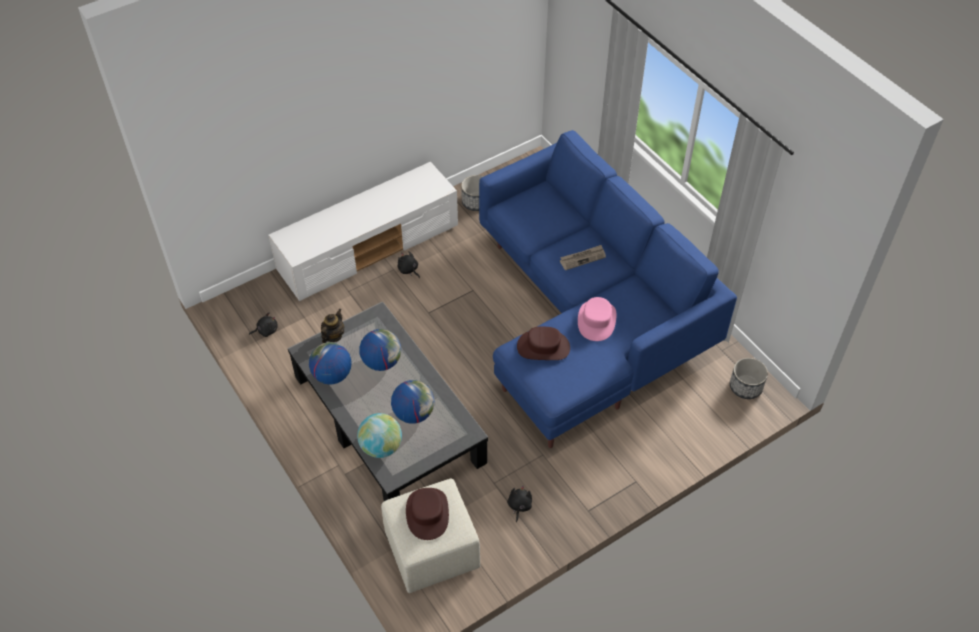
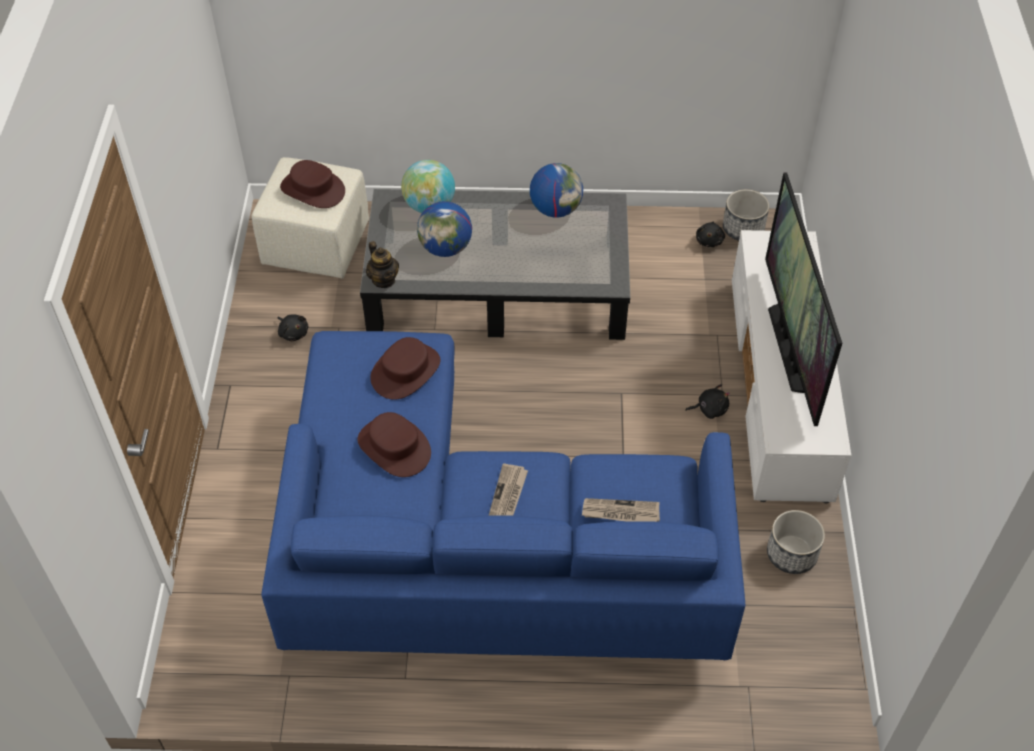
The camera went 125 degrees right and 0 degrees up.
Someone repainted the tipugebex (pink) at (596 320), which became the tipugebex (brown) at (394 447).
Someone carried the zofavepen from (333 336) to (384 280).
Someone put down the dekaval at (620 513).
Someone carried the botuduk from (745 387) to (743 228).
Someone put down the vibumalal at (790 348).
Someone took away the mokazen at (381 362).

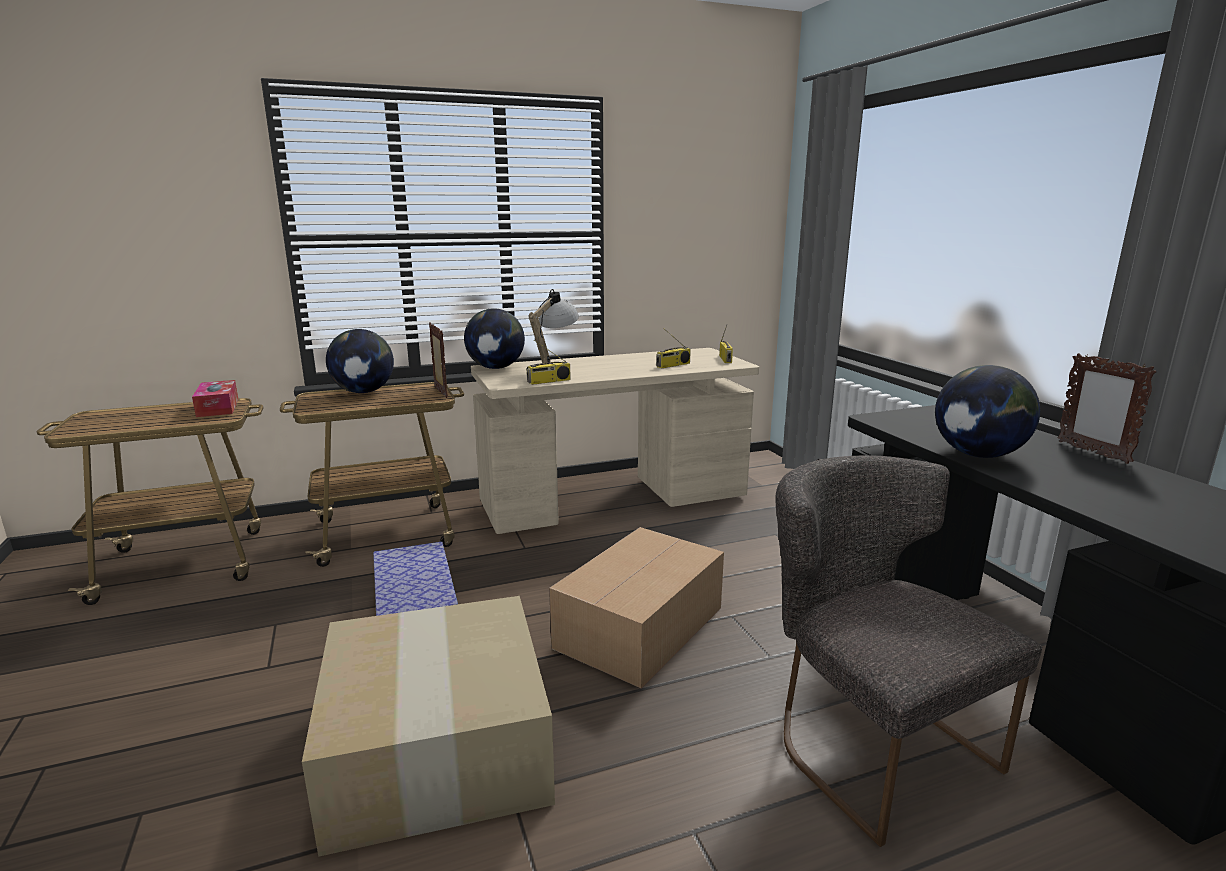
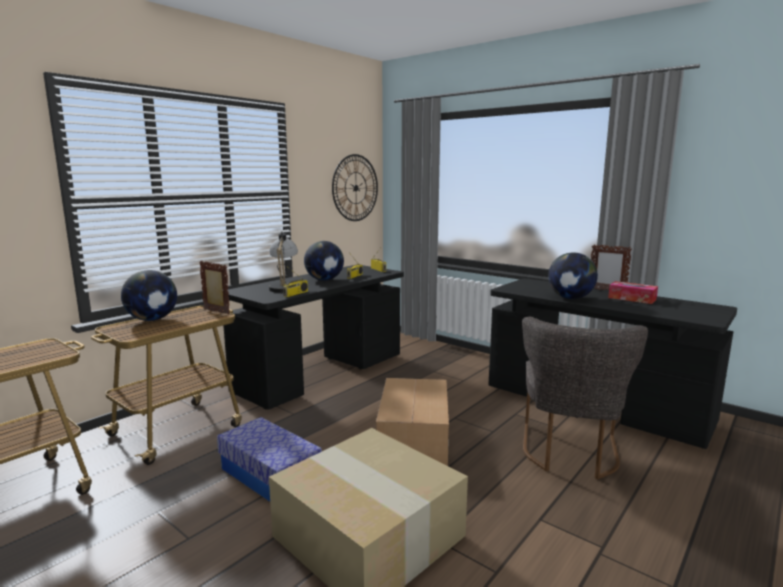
The camera went 30 degrees left and 5 degrees down.
Someone repainted the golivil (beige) at (614 501), which became the golivil (black) at (322 374).
Someone carried the mokazen from (496 368) to (324 280).
Someone put up the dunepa at (355 188).
Someone rotated the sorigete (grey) at (867 741) by 105 degrees counterclockwise.
Someone carried the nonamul from (218 407) to (632 298).

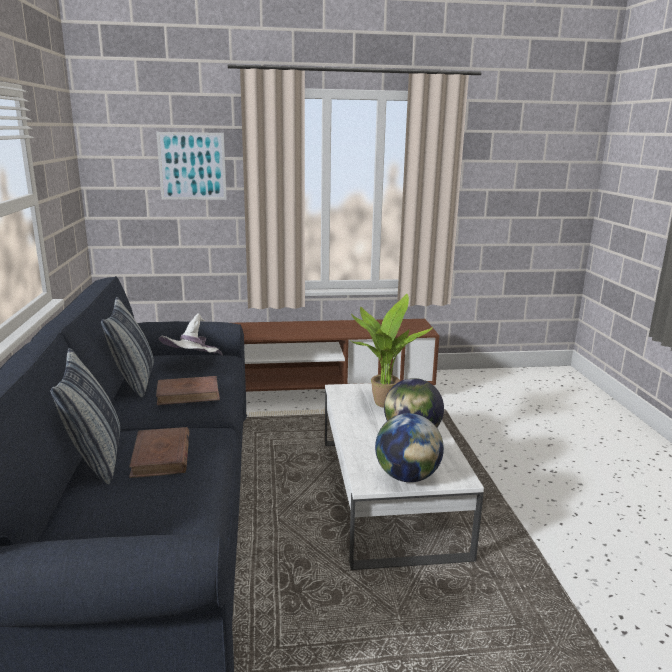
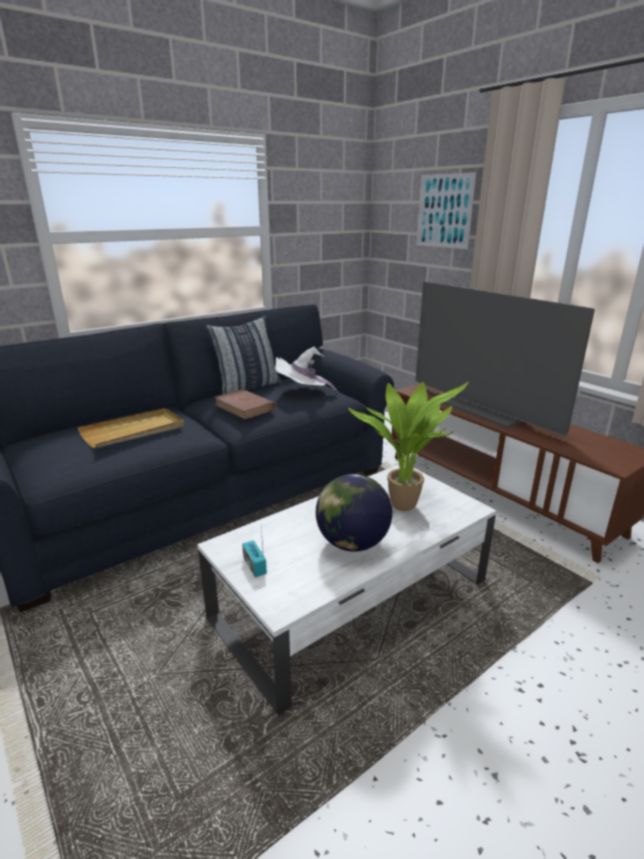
The camera went 60 degrees right and 5 degrees up.
Someone swapped the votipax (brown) at (161 456) for the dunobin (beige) at (134 431).
Someone swapped the mokazen at (407 476) for the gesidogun at (254 566).
Someone put down the vibumalal at (484 409).
Someone took away the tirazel at (96 458).

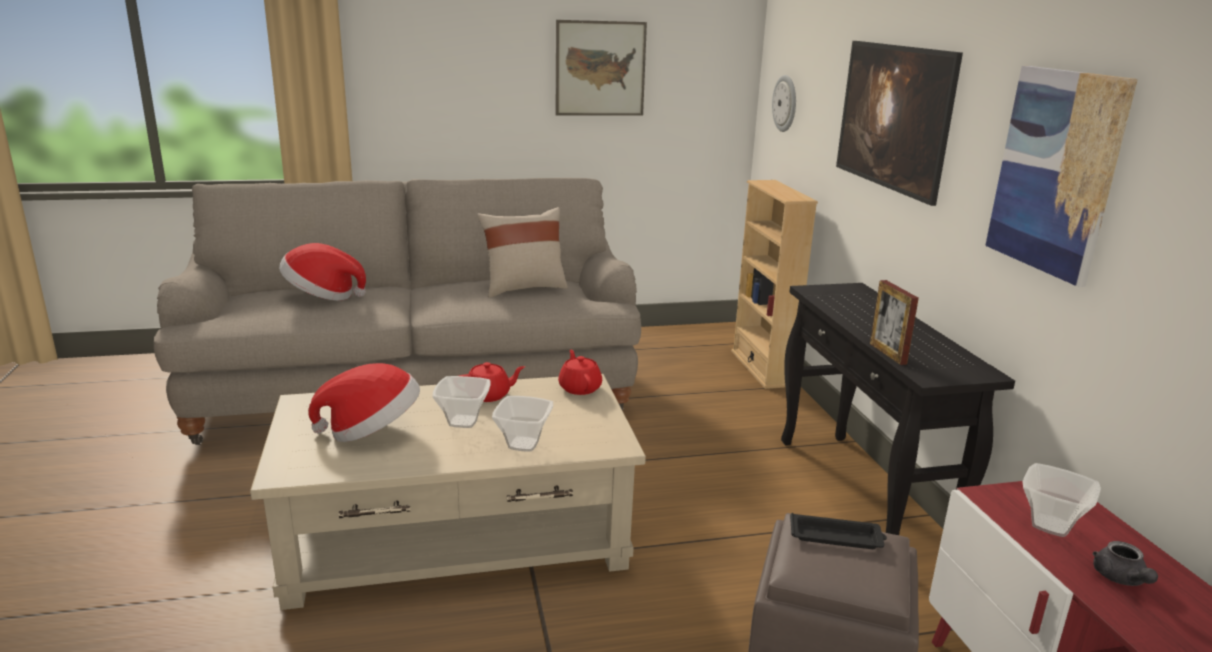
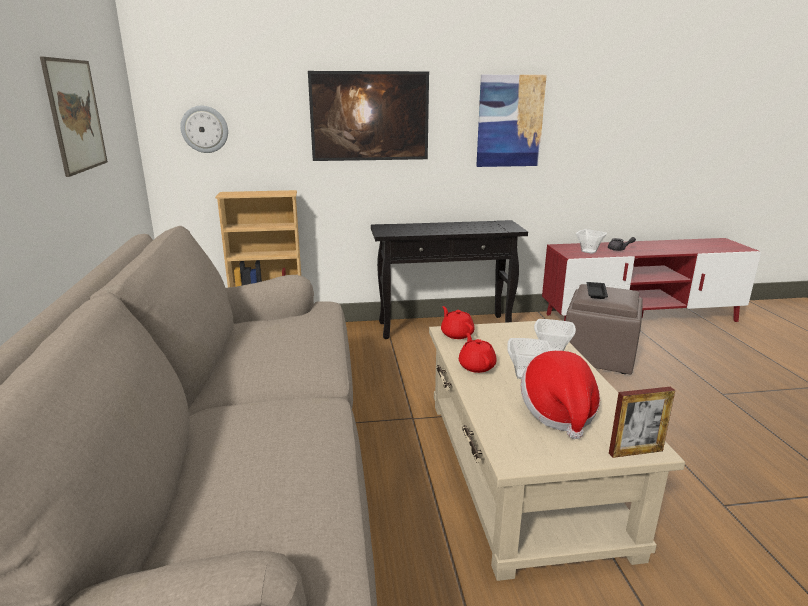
The camera went 85 degrees left and 0 degrees up.
Someone rotated the zofavepen (red) at (580 388) by 75 degrees clockwise.
Someone carried the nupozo from (887 353) to (635 452).
Someone took away the tipugebex at (322 296).
Someone took away the tirazel (beige) at (523 288).

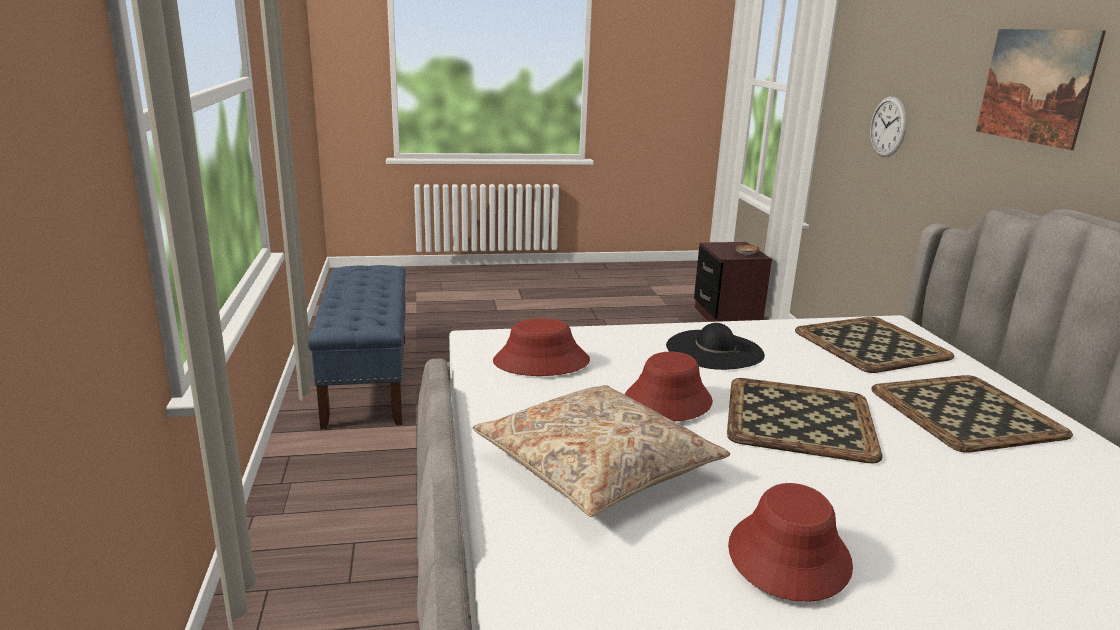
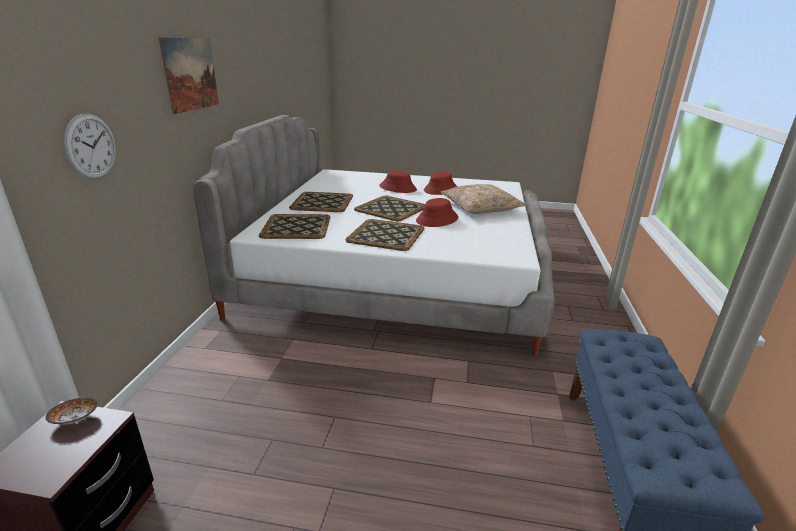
The camera went 160 degrees left and 5 degrees up.
Someone swapped the tipugebex (black) at (714 350) for the dunobin at (386 235).
Someone carried the tipugebex (red) from (541 362) to (398 188).

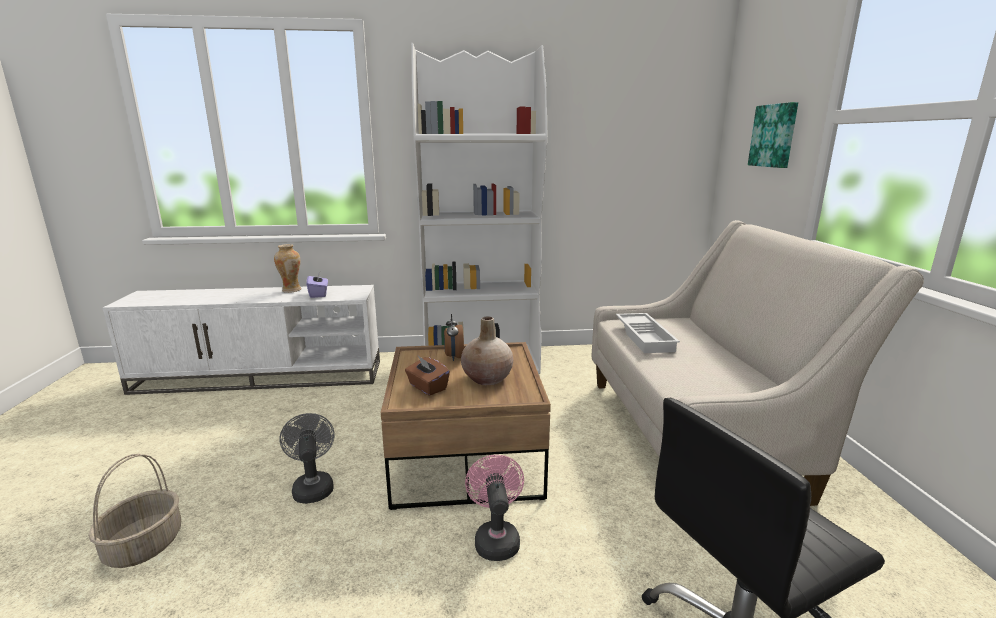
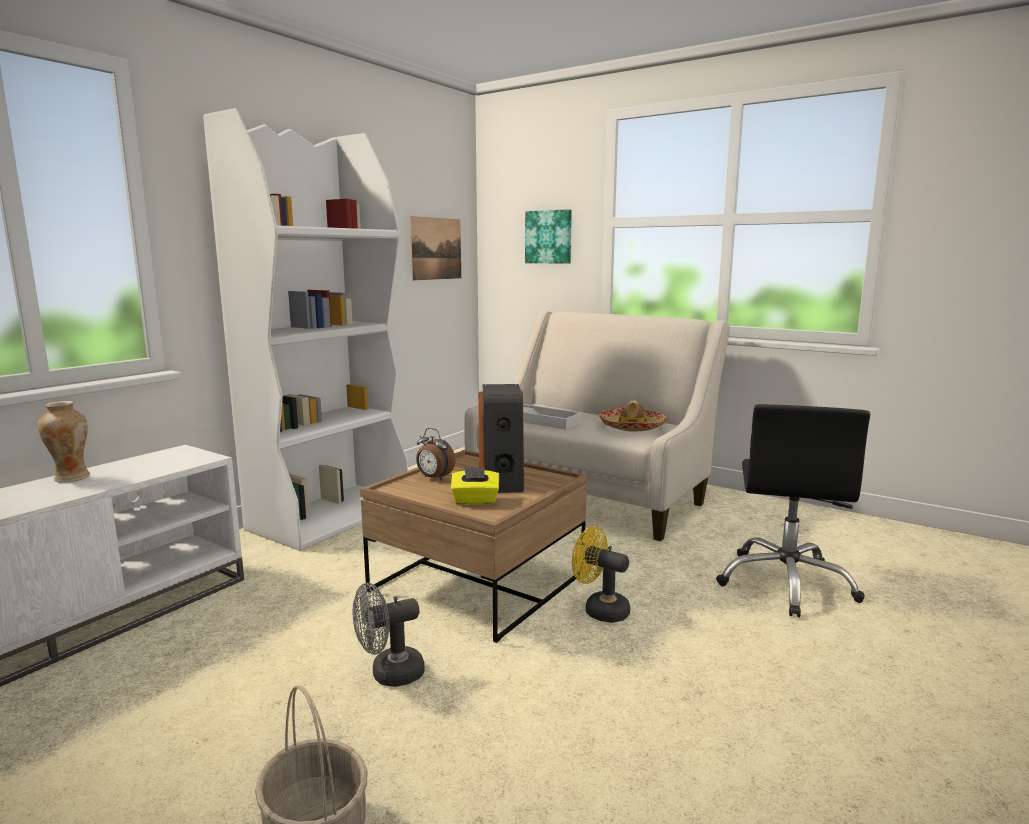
The camera went 50 degrees left and 5 degrees down.
Someone rotated the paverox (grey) at (312 487) by 45 degrees counterclockwise.
Someone put up the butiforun at (436 248).
Someone repainted the nonamul (brown) at (427 387), which became the nonamul (yellow) at (475 501).
Someone swapped the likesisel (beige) at (487 378) for the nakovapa at (502 480).
Someone repainted the paverox (pink) at (496 538), which became the paverox (yellow) at (600 609).
Someone put down the tipugebex at (632 427).
Someone took away the nonamul (purple) at (319 294).

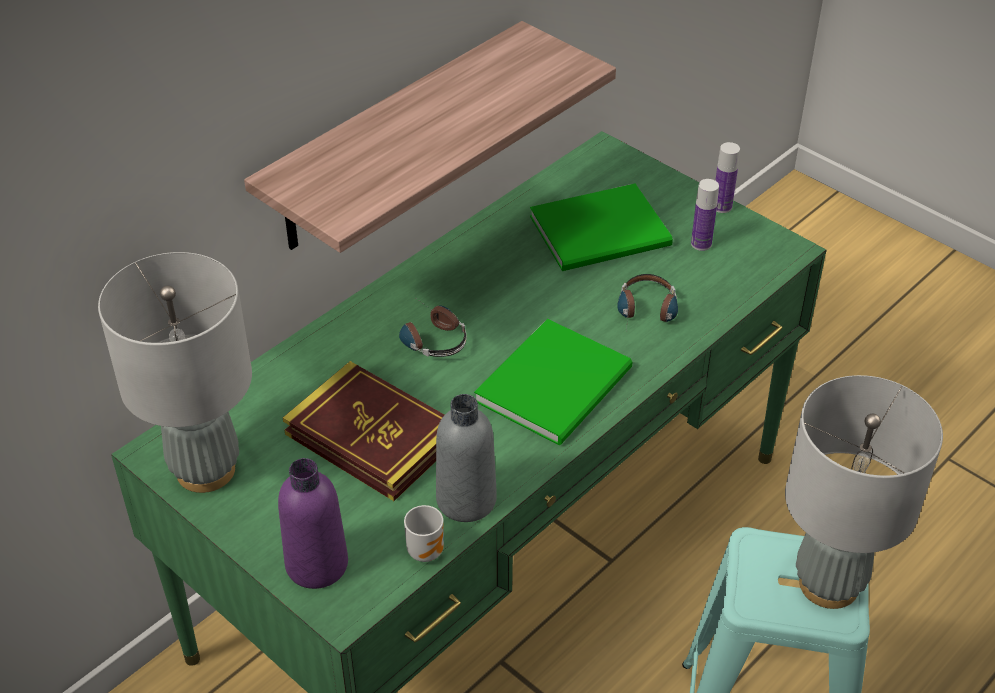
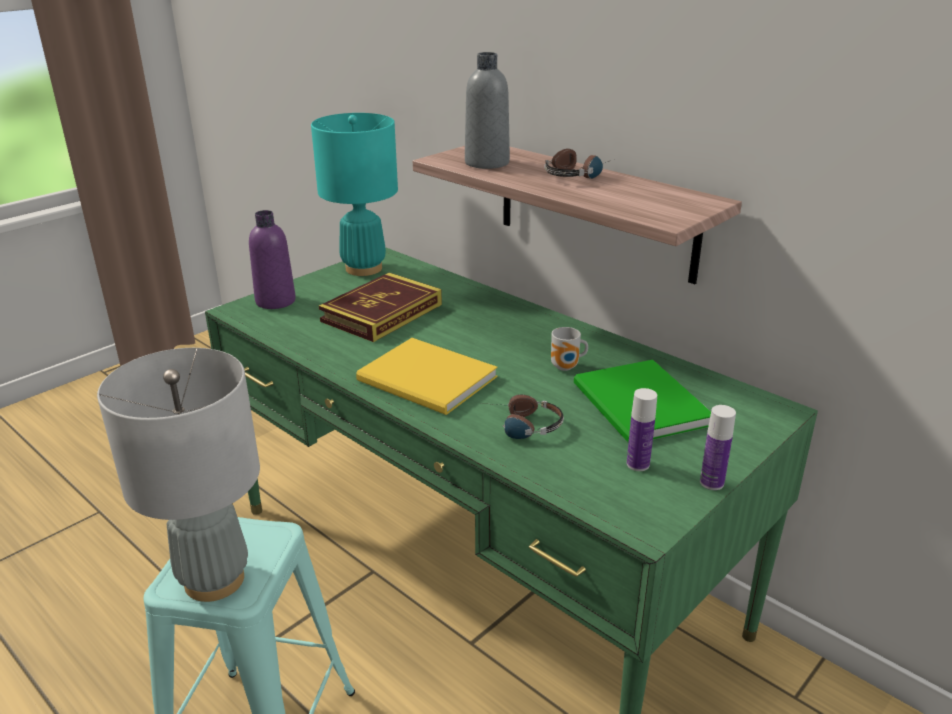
The camera went 90 degrees right and 15 degrees down.
Someone repainted the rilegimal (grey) at (206 470), which became the rilegimal (turquoise) at (363 268).
Someone repainted the votipax (green) at (559 384), which became the votipax (yellow) at (428 381).
Someone carried the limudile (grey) from (466 500) to (487 163).
Someone carried the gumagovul from (428 337) to (577 174).
Someone carried the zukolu from (427 550) to (566 367).

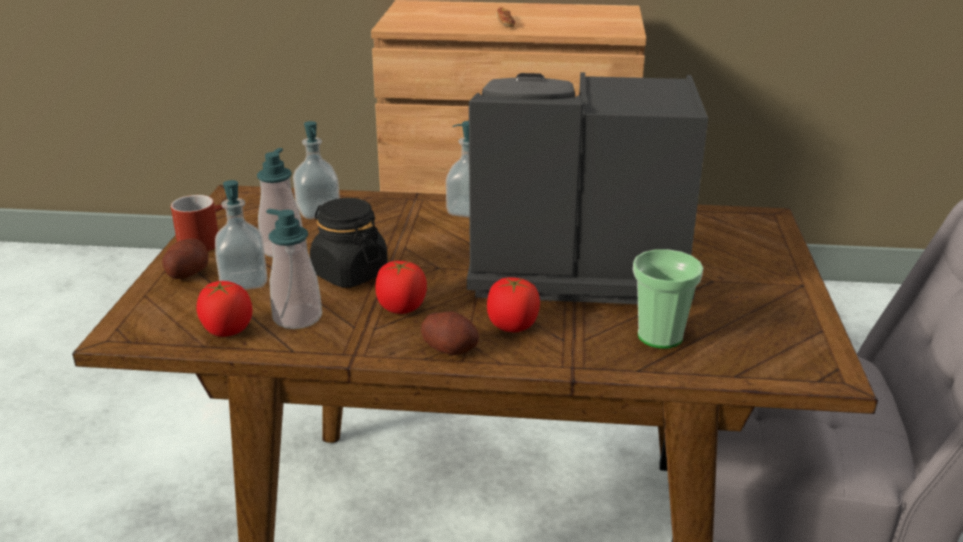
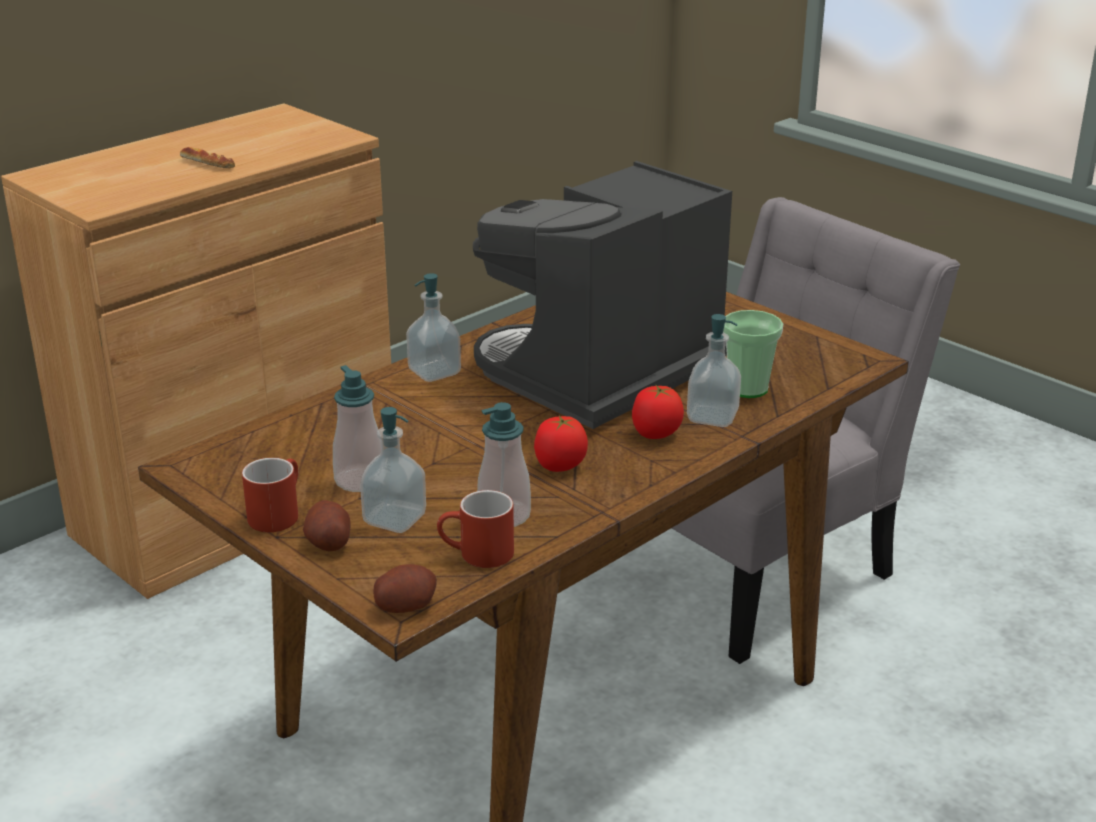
The camera went 50 degrees left and 0 degrees up.
Someone carried the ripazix from (450 349) to (405 606).
Someone swapped the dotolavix at (227 331) for the zukolu (red) at (476 555).
Someone carried the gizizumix from (318 211) to (712 417).
Someone took away the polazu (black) at (349 273).

